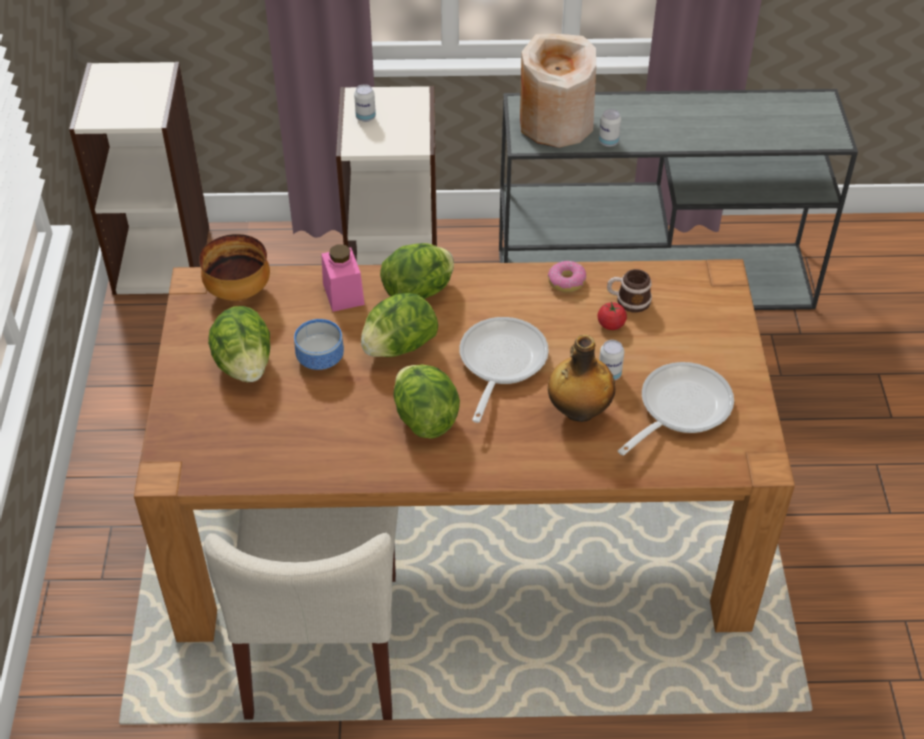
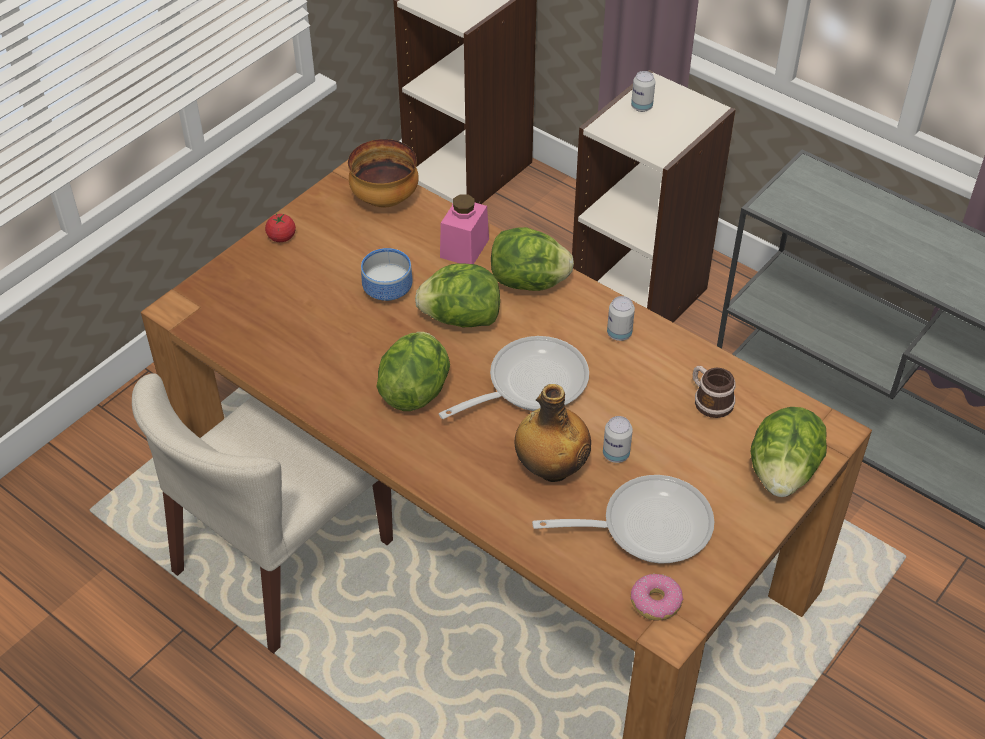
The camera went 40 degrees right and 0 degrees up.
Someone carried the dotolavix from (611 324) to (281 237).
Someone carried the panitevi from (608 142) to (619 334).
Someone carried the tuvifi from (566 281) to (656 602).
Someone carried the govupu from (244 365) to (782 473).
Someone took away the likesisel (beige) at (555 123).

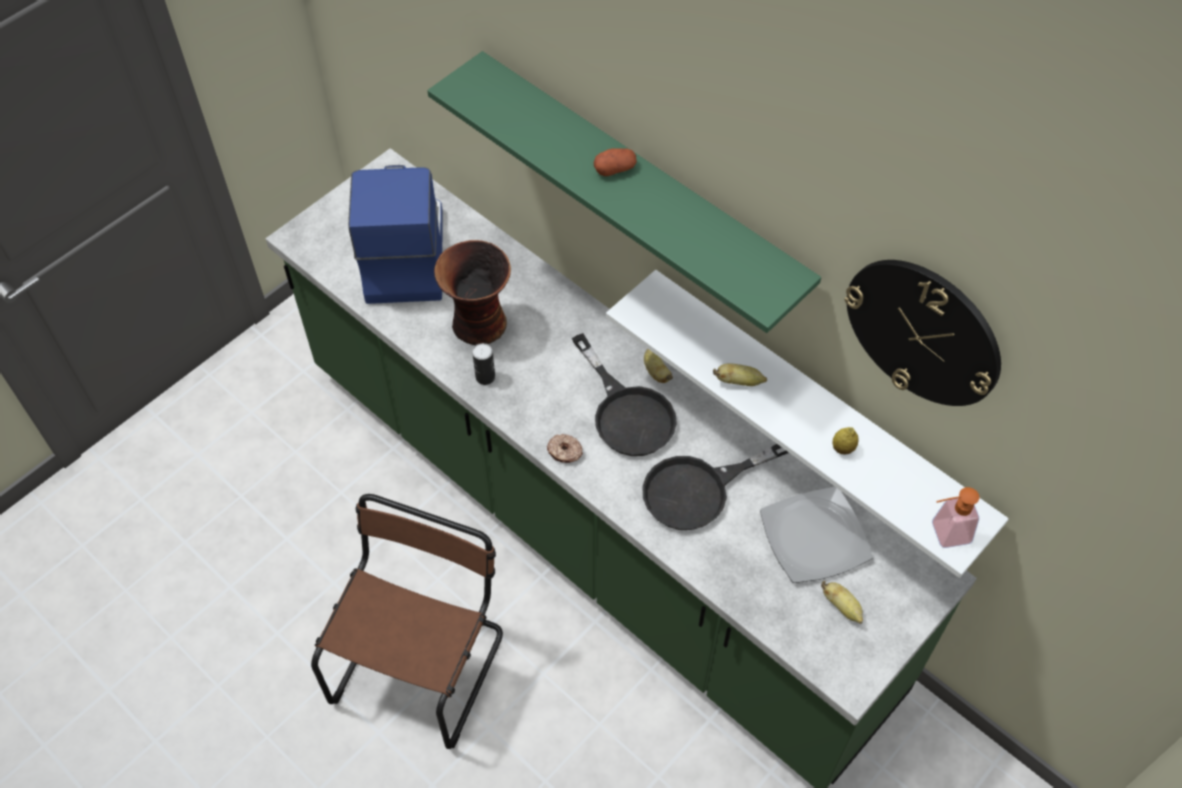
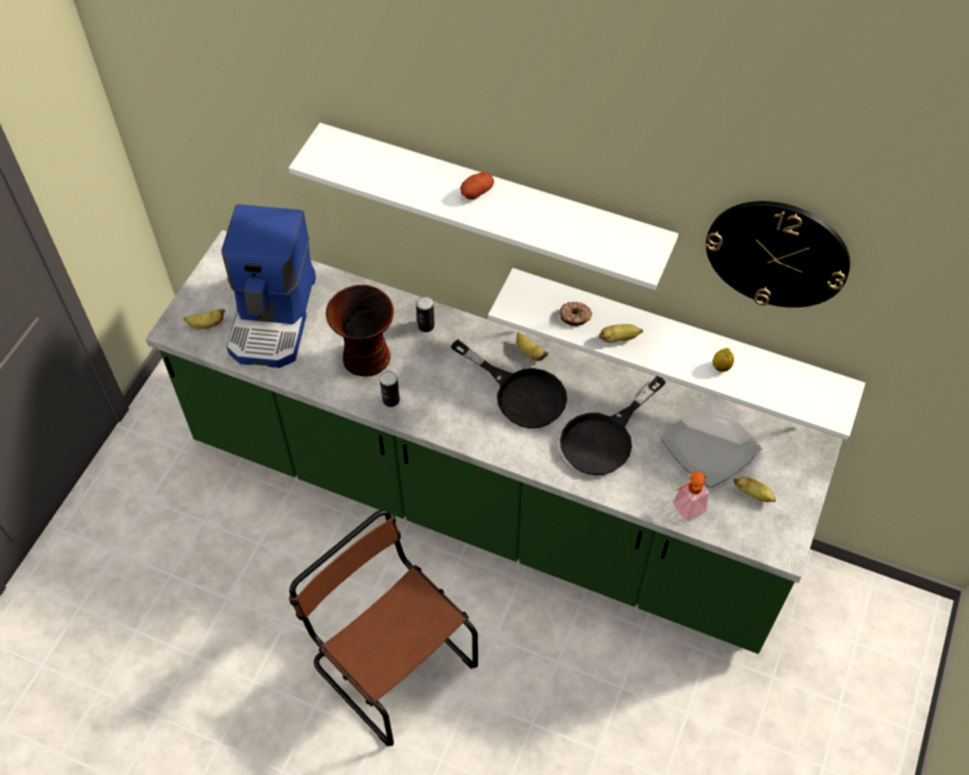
The camera went 20 degrees left and 0 degrees up.
Someone put down the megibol at (206 325).
Someone rotated the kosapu at (403 254) by 150 degrees counterclockwise.
Someone repainted the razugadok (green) at (640 184), which became the razugadok (white) at (492 199).
Someone rotated the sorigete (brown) at (422 661) by 45 degrees counterclockwise.
Someone put down the panitevi at (426 325).
Someone carried the tuvifi from (565 452) to (575 317).
Someone carried the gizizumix from (943 534) to (684 510).

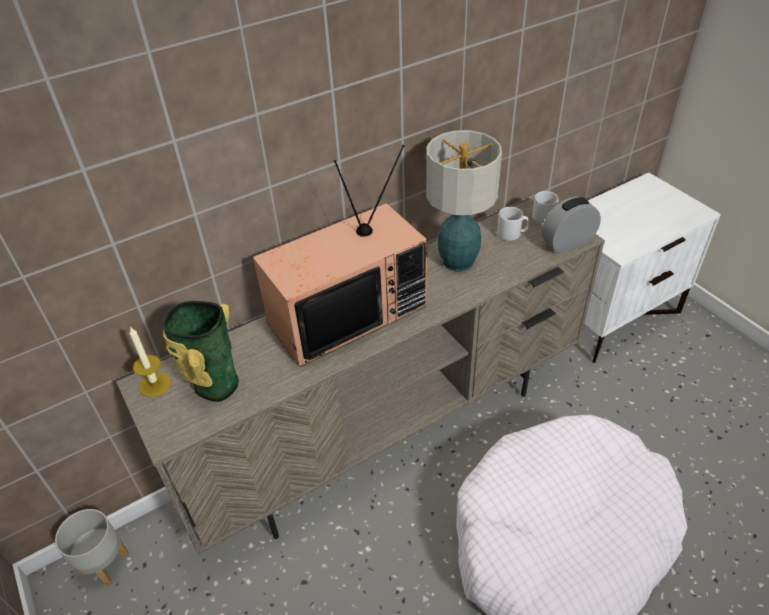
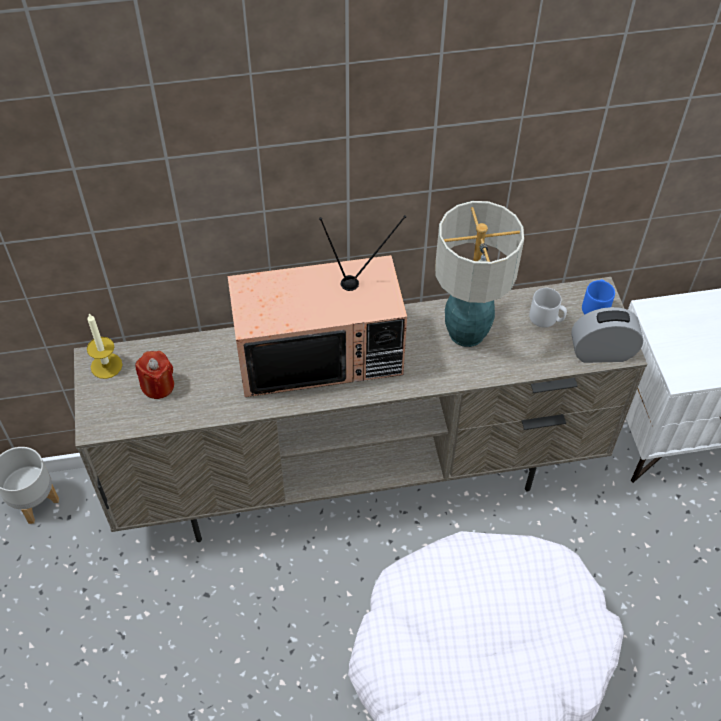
The camera went 20 degrees right and 10 degrees up.
Someone swapped the likesisel at (213 384) for the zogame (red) at (158 386).
Someone repainted the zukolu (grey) at (542 216), which became the zukolu (blue) at (595 307).

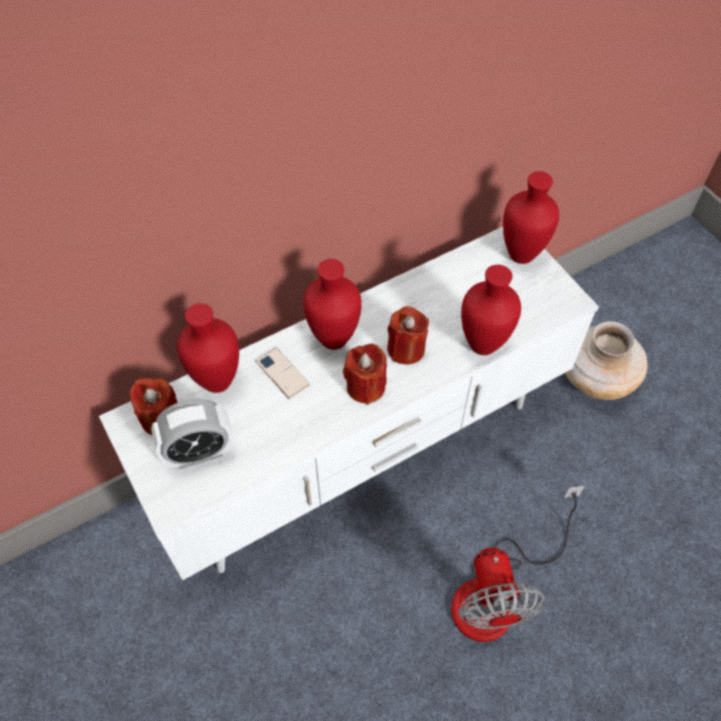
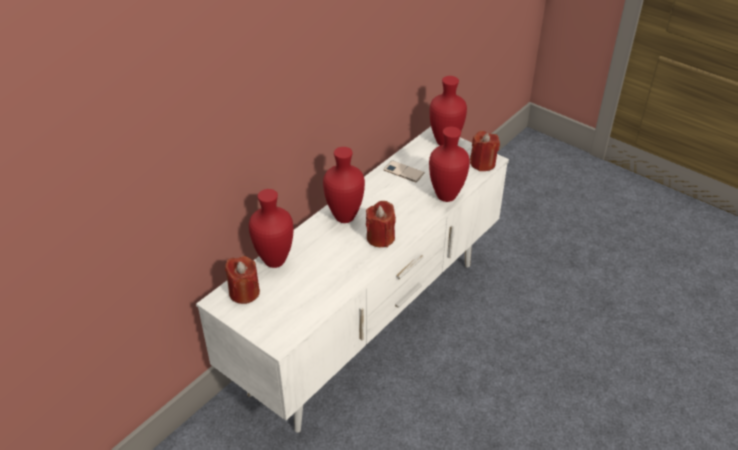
The camera went 20 degrees left and 15 degrees down.
Someone carried the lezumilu from (282 373) to (403 172).
Someone carried the zogame (red) from (406 349) to (482 163).
Someone took away the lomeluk at (199 453).
Someone took away the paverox at (497 593).
Someone took away the likesisel (beige) at (595 379).

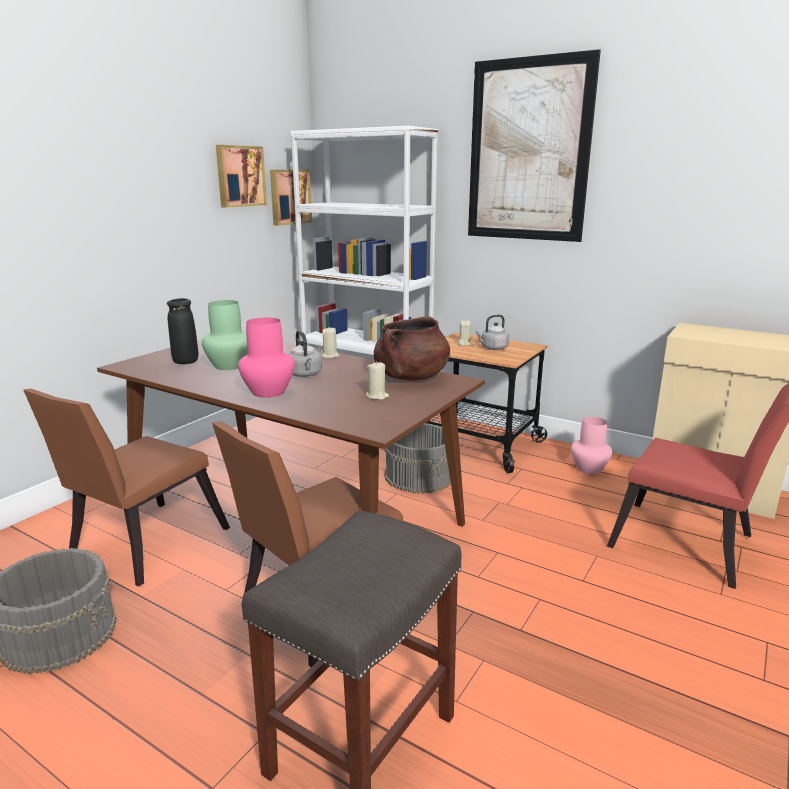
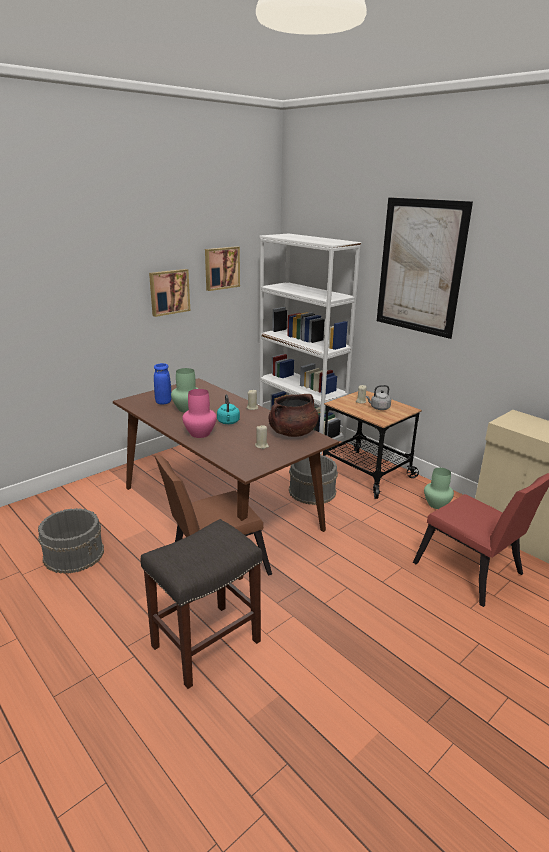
The camera went 15 degrees right and 5 degrees up.
Someone carried the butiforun from (289 197) to (169 292).
Someone repainted the likesisel (black) at (185 362), which became the likesisel (blue) at (163 402).
Someone repainted the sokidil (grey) at (305 375), which became the sokidil (turquoise) at (228 422).
Someone repainted the likesisel (pink) at (589 469), which became the likesisel (green) at (437 504).
Someone took away the sorigete (brown) at (142 546).

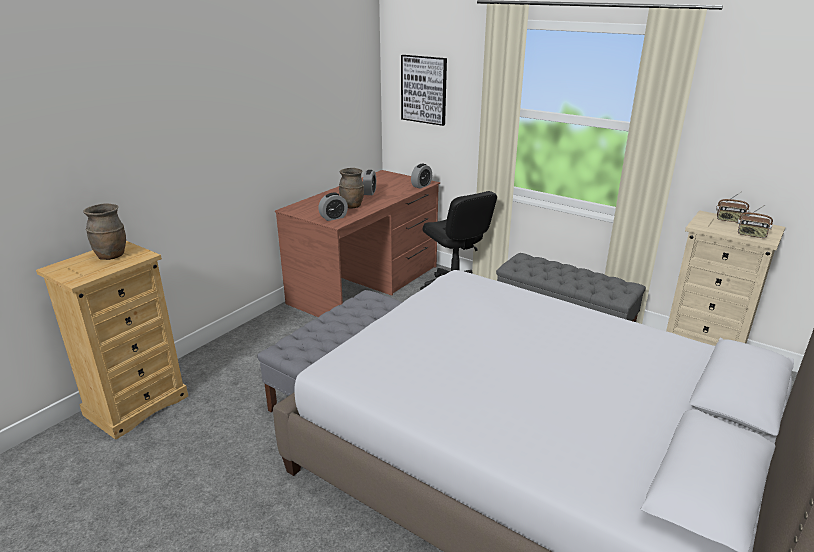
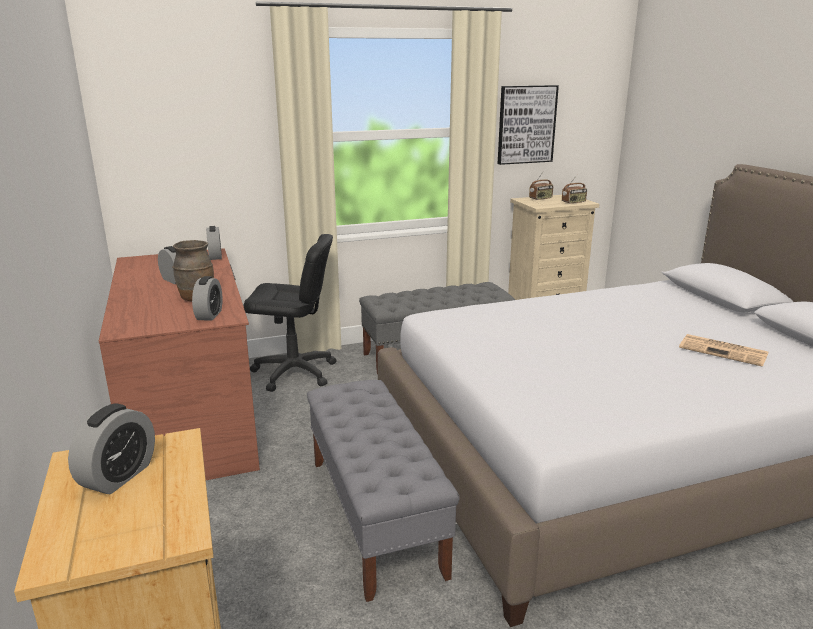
The camera went 55 degrees left and 5 degrees down.
Someone swapped the likesisel (brown) at (112 256) for the lomeluk at (118 476).
Someone carried the butiforun from (424 89) to (526 124).
Someone put down the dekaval at (724 351).

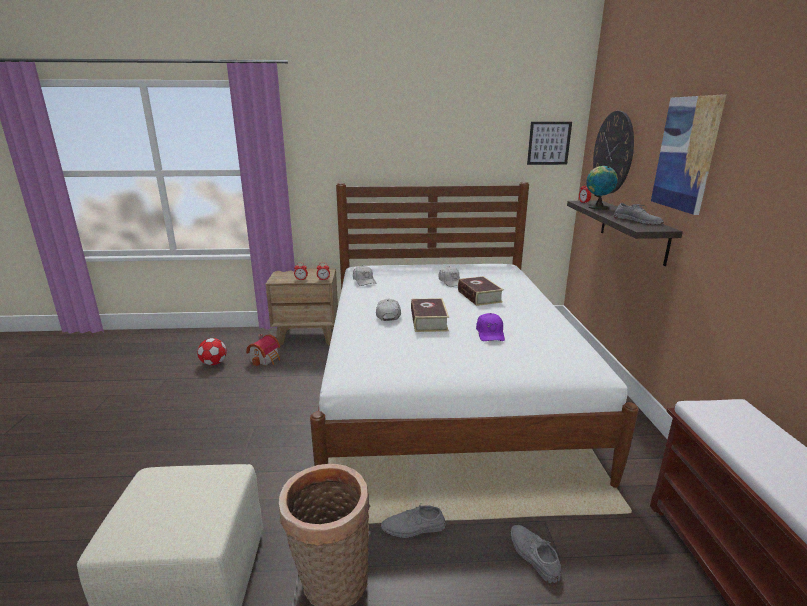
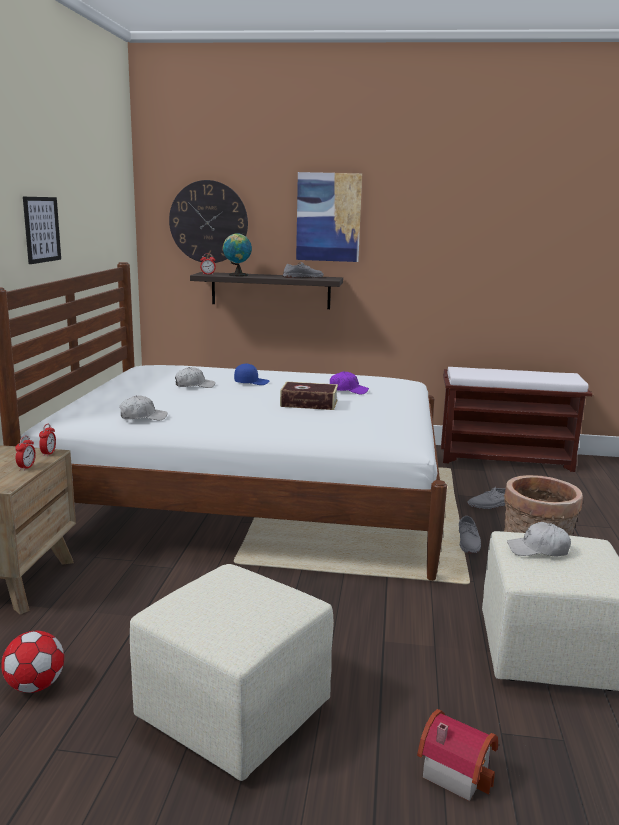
The camera went 80 degrees left and 5 degrees down.
Someone carried the butiforun from (549 143) to (41 229).
Someone put down the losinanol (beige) at (231 713).
Someone swapped the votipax at (479 296) for the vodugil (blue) at (251 382).
Someone carried the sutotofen from (266 359) to (455 769).
Someone carried the vodugil (white) from (388 315) to (538 550).

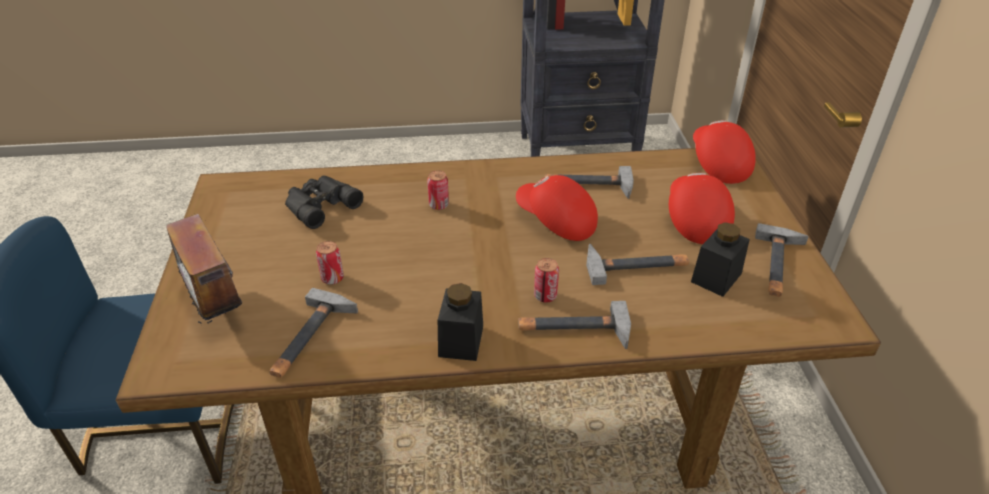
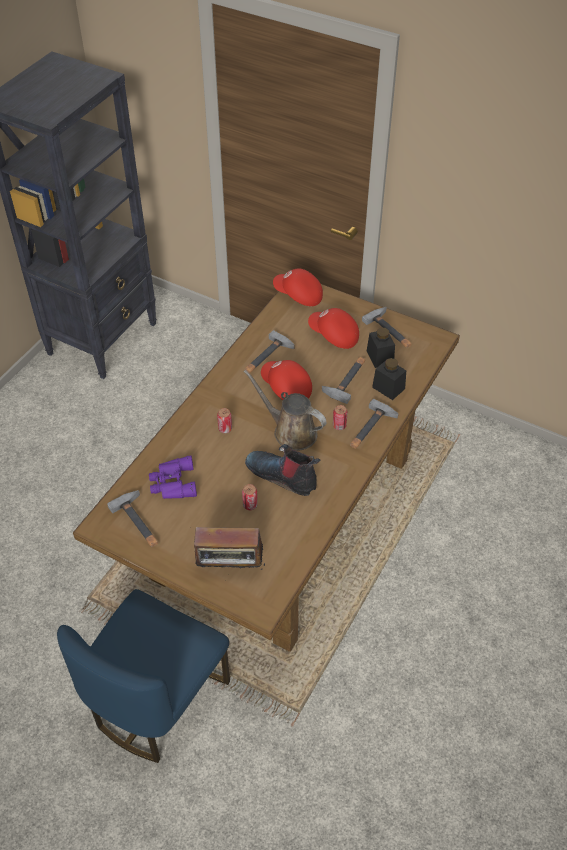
The camera went 55 degrees left and 10 degrees up.
Someone carried the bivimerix from (310 338) to (139 522).
Someone repainted the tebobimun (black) at (319 205), which became the tebobimun (purple) at (172 483).
Someone put down the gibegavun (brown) at (291 431).
Someone put down the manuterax at (283 476).
Someone rotated the vodugil (red) at (556 221) by 60 degrees clockwise.
Someone carried the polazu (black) from (461 341) to (388 388).

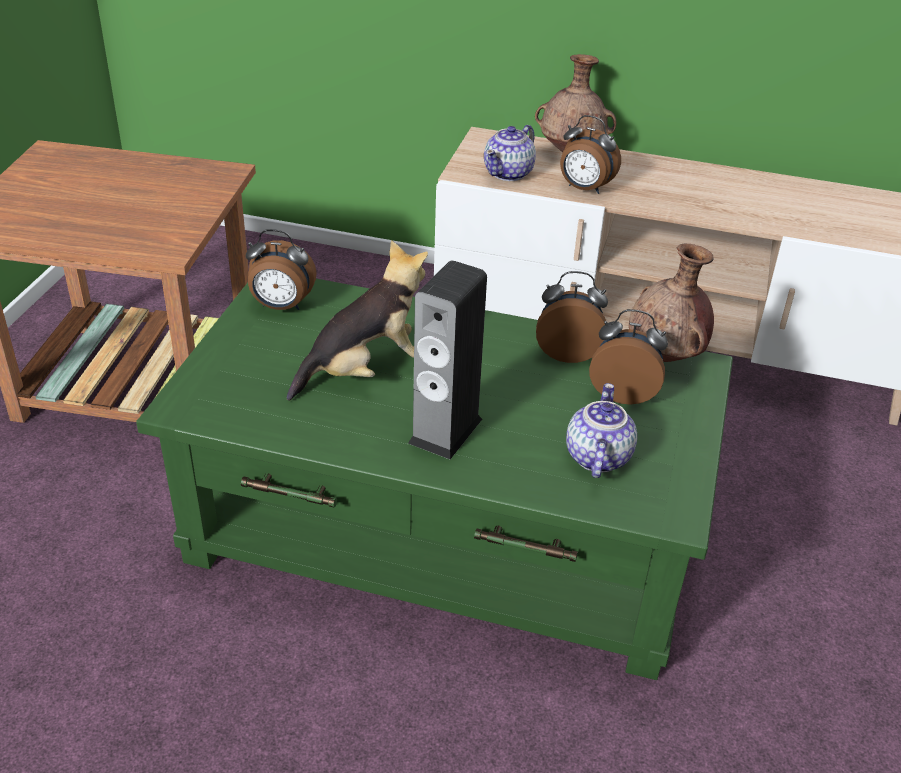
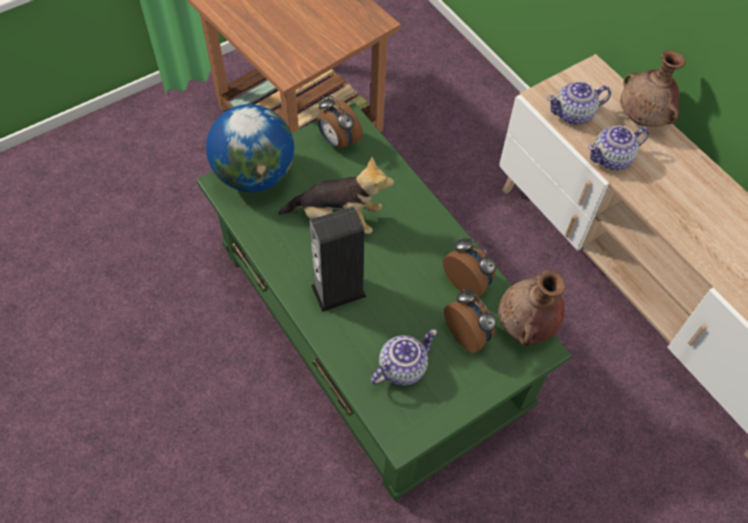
The camera went 40 degrees right and 20 degrees up.
Someone put down the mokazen at (255 175).
Someone swapped the lomeluk at (584 189) for the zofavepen at (612 158).

